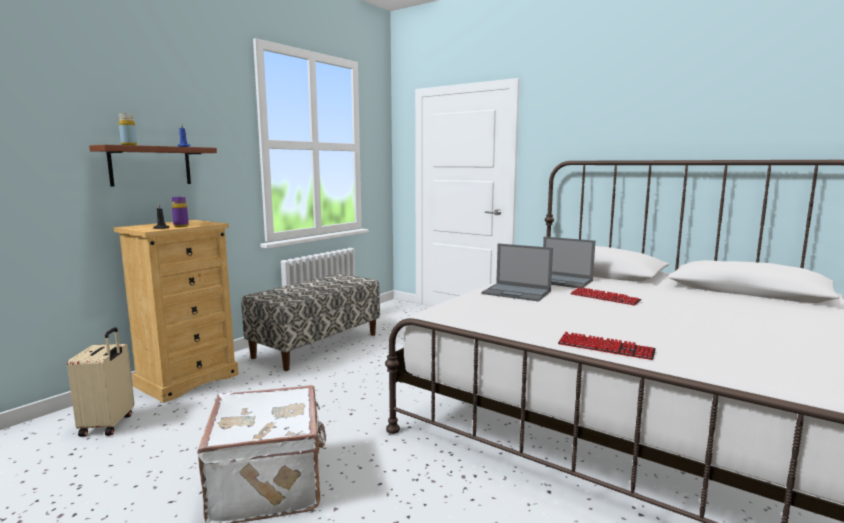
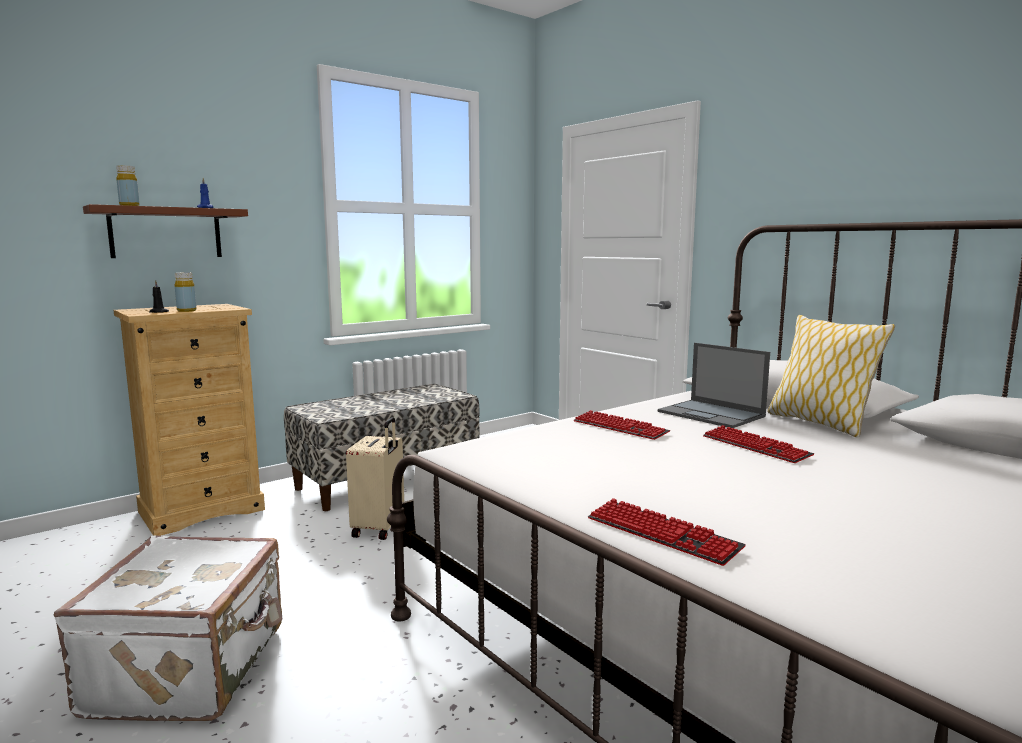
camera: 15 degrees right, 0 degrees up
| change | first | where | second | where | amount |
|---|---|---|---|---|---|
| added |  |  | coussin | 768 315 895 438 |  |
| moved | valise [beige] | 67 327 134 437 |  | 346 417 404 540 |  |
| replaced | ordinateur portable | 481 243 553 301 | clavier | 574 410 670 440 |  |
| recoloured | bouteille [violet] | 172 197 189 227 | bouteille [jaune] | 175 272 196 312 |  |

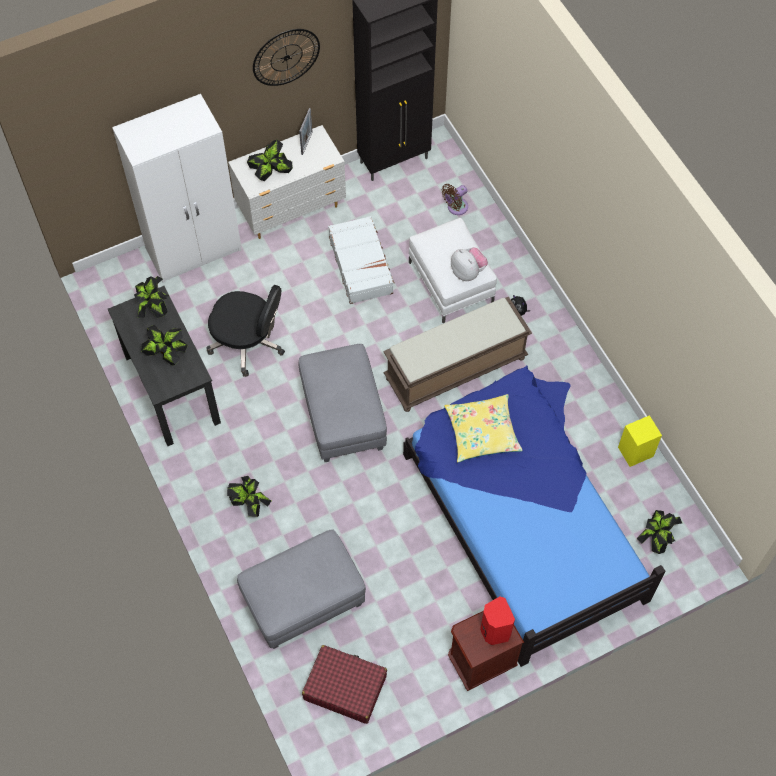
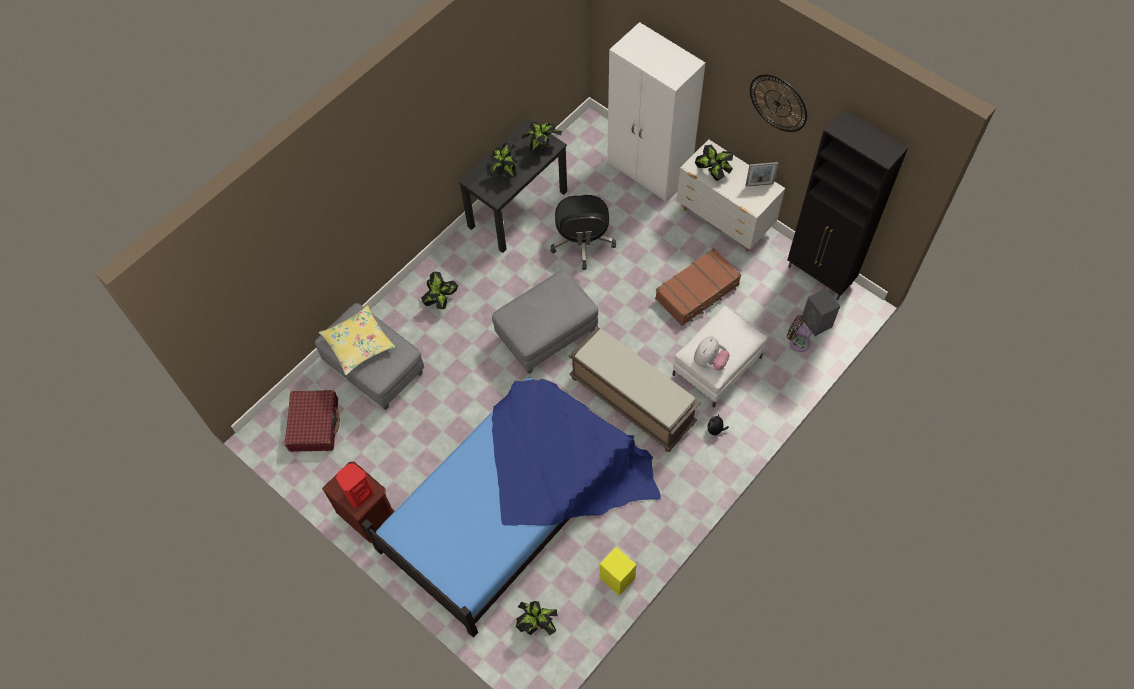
camera: 70 degrees right, 0 degrees up
| change | first | where | second | where | amount |
|---|---|---|---|---|---|
| added |  |  | enceinte [gris] | 802 288 840 336 |  |
| moved | coussin [jaune] | 444 394 523 463 |  | 319 305 395 375 |  |
| recoloured | valise [blanc] | 328 216 394 304 | valise [marron] | 655 248 741 326 |  |

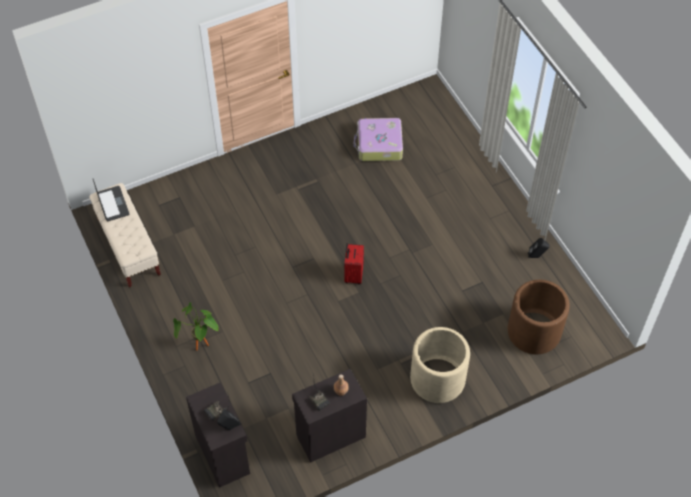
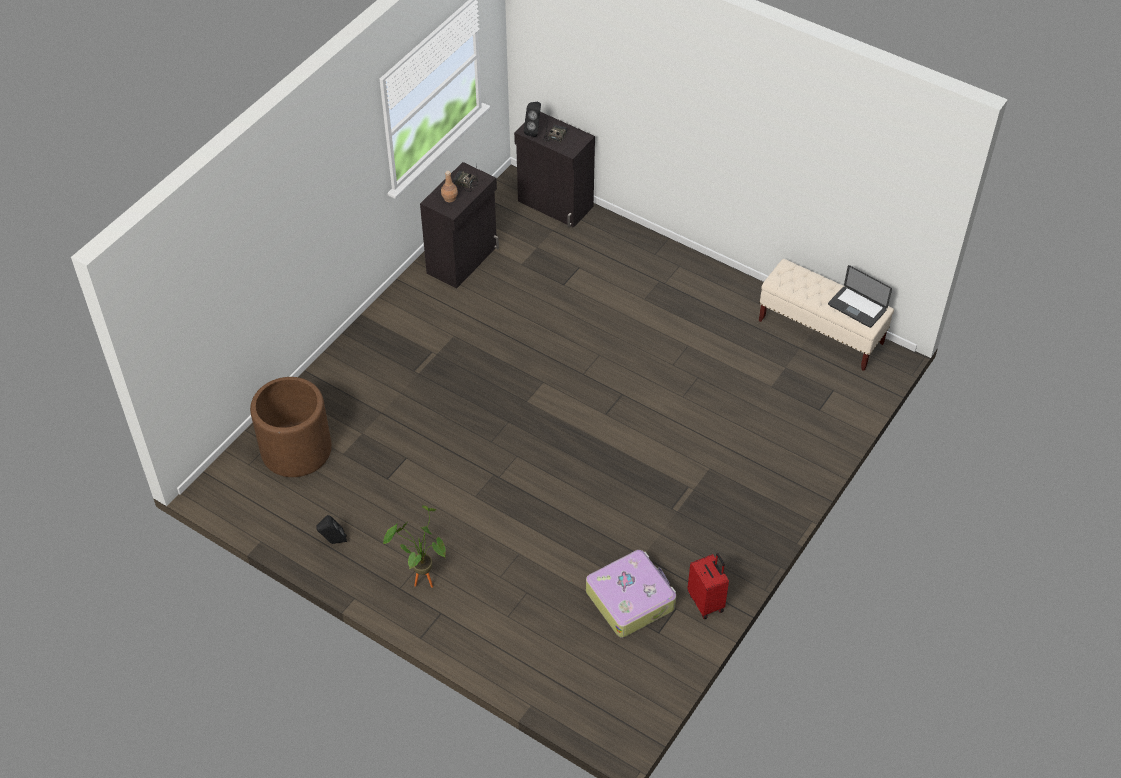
camera: 150 degrees right, 5 degrees down
| change | first | where | second | where | amount |
|---|---|---|---|---|---|
| removed | cache-pot [beige] | 410 327 470 403 |  |  |  |
| moved | plante en pot | 173 302 219 350 |  | 383 505 446 588 |  |
| moved | valise [rouge] | 344 243 364 284 |  | 687 553 729 619 |  |

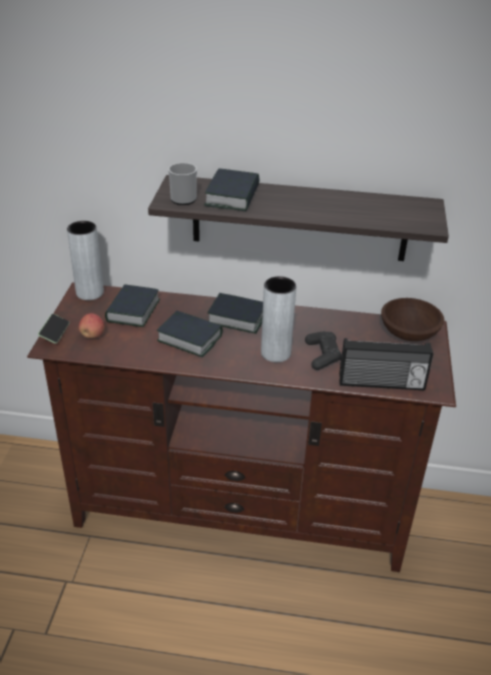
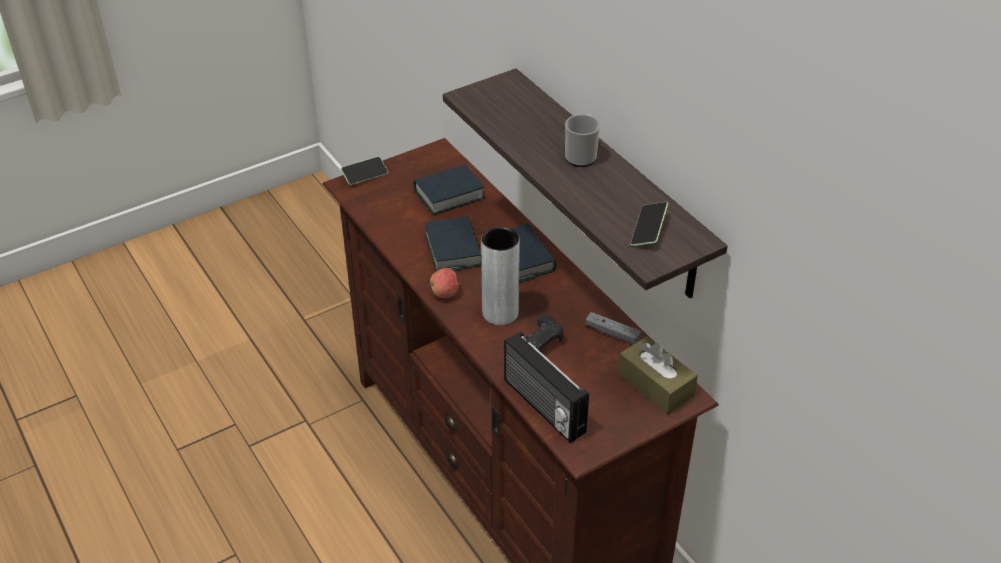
camera: 50 degrees right, 5 degrees up
| change | first | where | second | where | amount |
|---|---|---|---|---|---|
| removed | vase [gris] | 67 221 104 300 |  |  |  |
| removed | livre | 204 168 260 211 |  |  |  |
| added |  |  | manette [gris] | 585 312 641 344 |  |
| added |  |  | téléphone | 630 202 668 246 |  |
| moved | pomme | 79 313 105 338 |  | 430 268 460 298 |  |
| moved | mug | 168 163 197 205 |  | 565 114 600 167 |  |
| replaced | bol [marron] | 381 298 444 341 | boîte à mouchoirs [marron] | 618 336 698 414 |  |

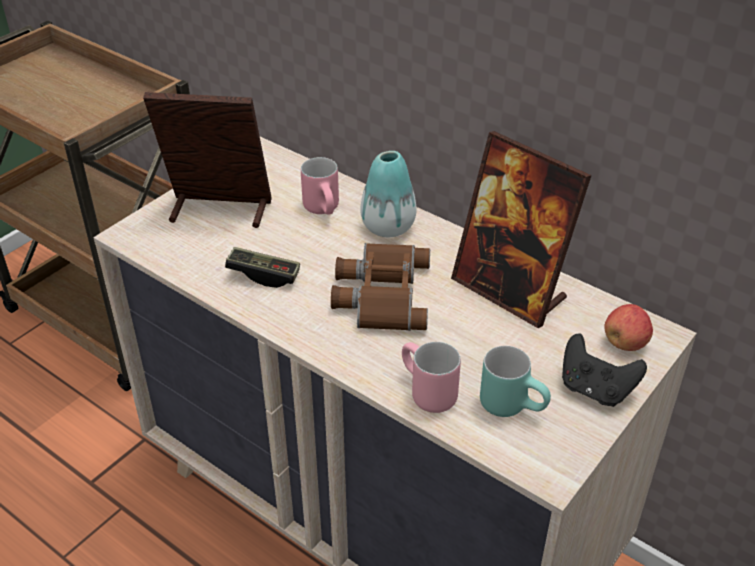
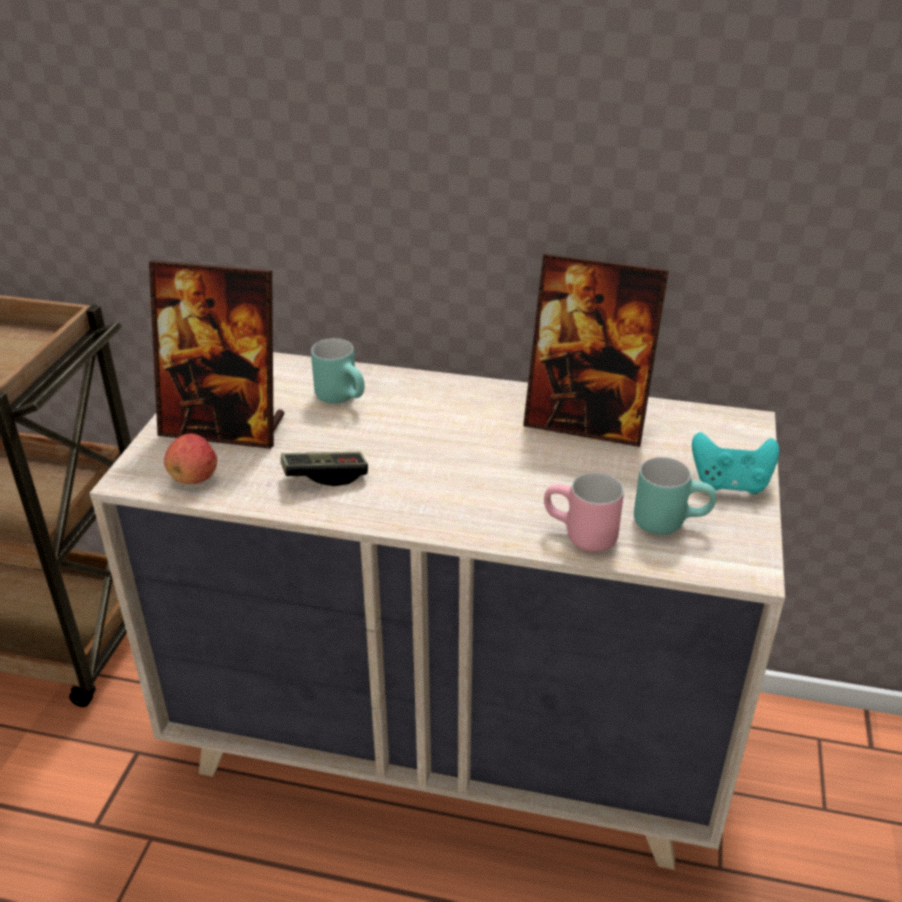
camera: 25 degrees left, 5 degrees down
| change | first | where | second | where | amount |
|---|---|---|---|---|---|
| removed | jumelles [marron] | 331 243 430 331 |  |  |  |
| removed | vase | 360 151 417 237 |  |  |  |
| moved | pomme | 604 304 653 351 |  | 164 434 217 484 |  |
| recoloured | mug [rose] | 301 157 339 214 | mug [turquoise] | 311 338 365 403 |  |
| recoloured | manette [noir] | 562 334 647 407 | manette [turquoise] | 692 432 779 494 |  |
| turned | cadre photo | 143 92 272 228 |  | 149 260 284 449 | 150 degrees counterclockwise |

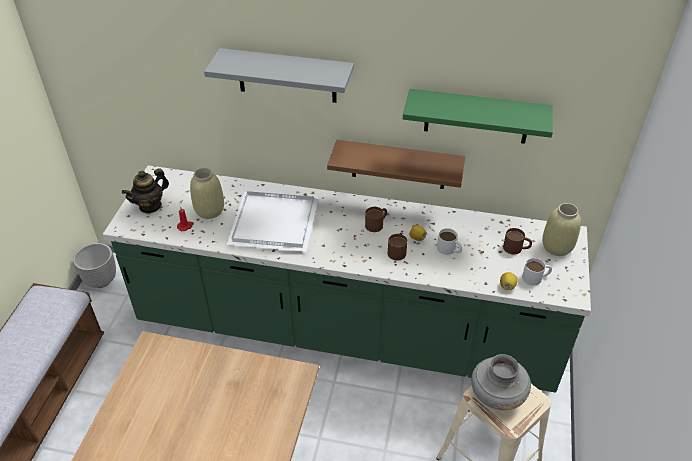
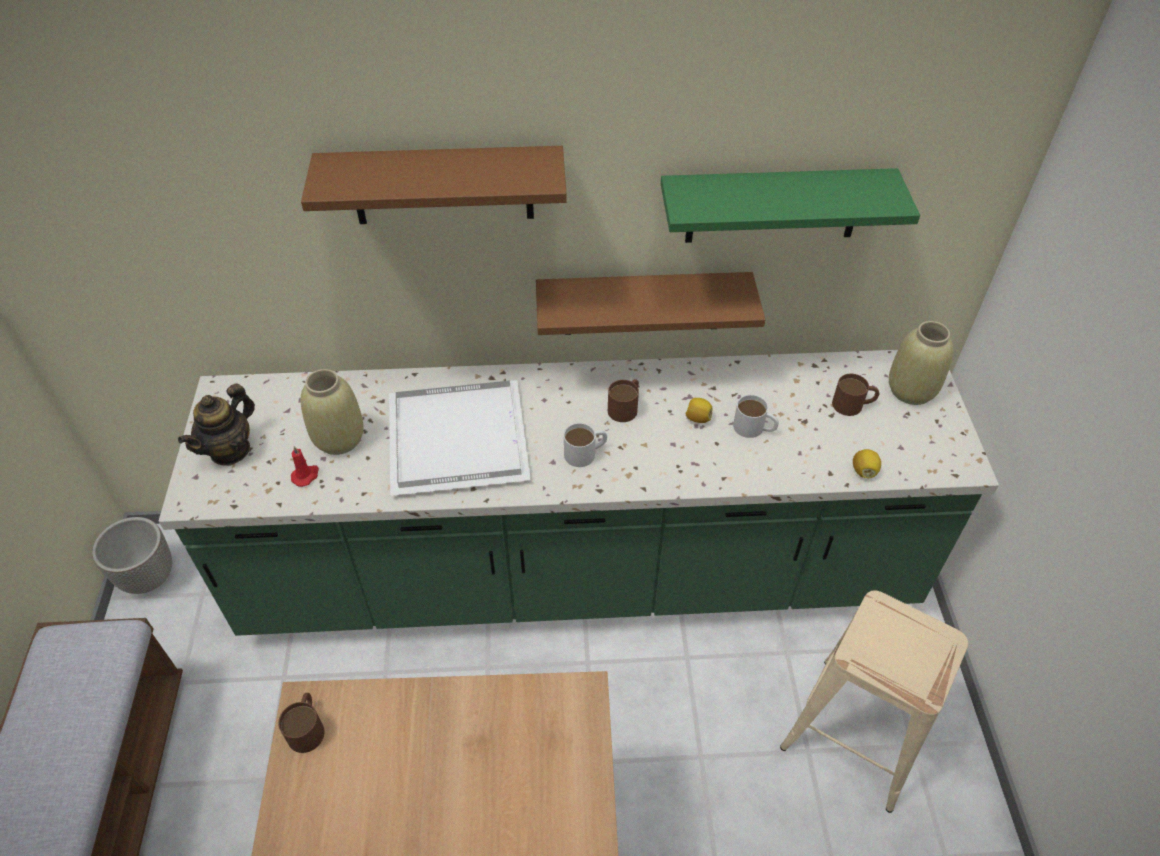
camera: 15 degrees left, 5 degrees up
| change | first | where | second | where | amount |
|---|---|---|---|---|---|
| removed | vase [gris] | 471 354 531 410 |  |  |  |
| moved | mug [marron] | 388 233 407 261 |  | 278 693 324 753 |  |
| moved | mug [blanc] | 522 258 552 286 |  | 564 423 607 467 |  |
| recoloured | étagère [gris] | 204 48 354 103 | étagère [marron] | 301 146 567 224 |  |

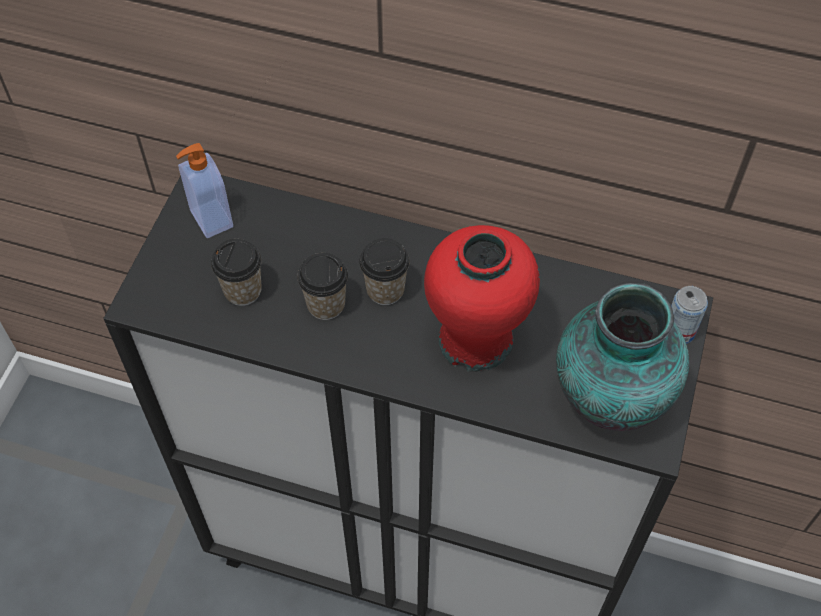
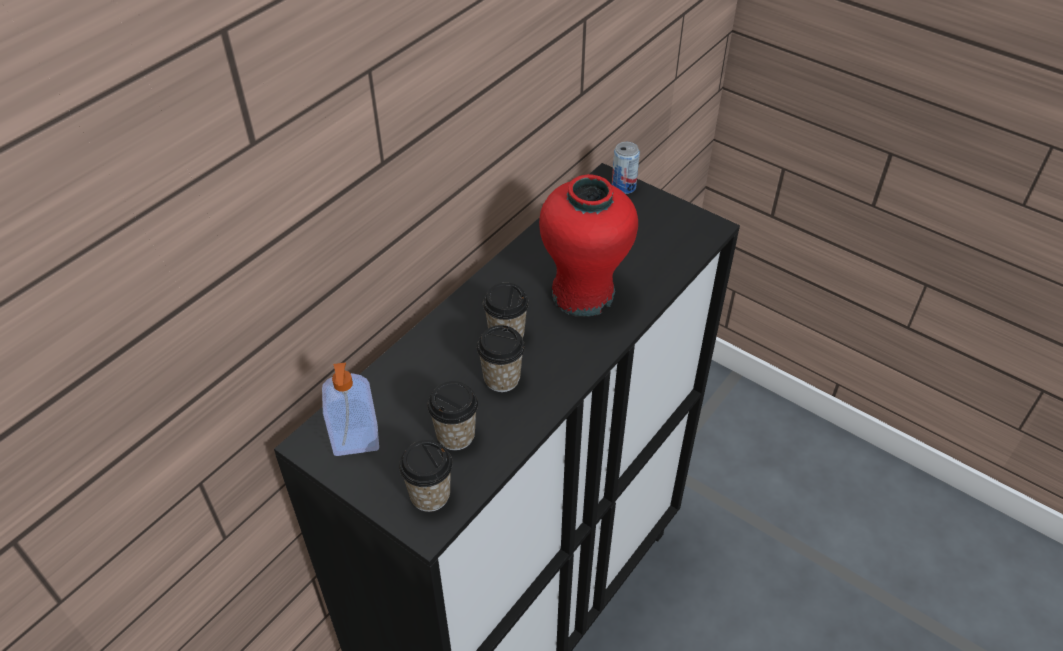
camera: 70 degrees left, 10 degrees down
| change | first | where | second | where | amount |
|---|---|---|---|---|---|
| removed | vase | 556 283 689 431 |  |  |  |
| added |  |  | tasse | 399 440 453 512 |  |

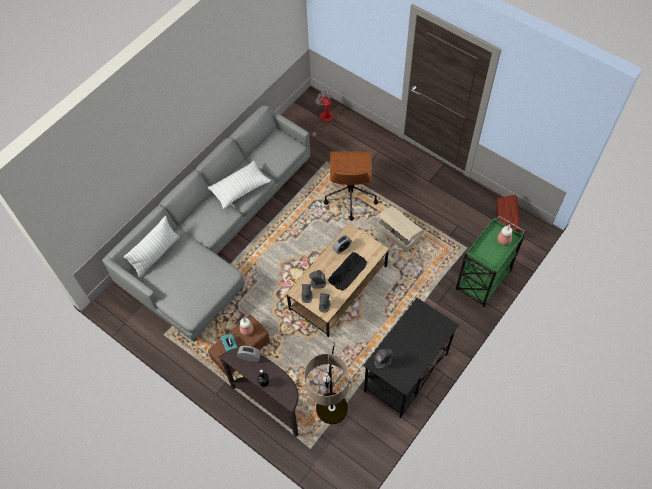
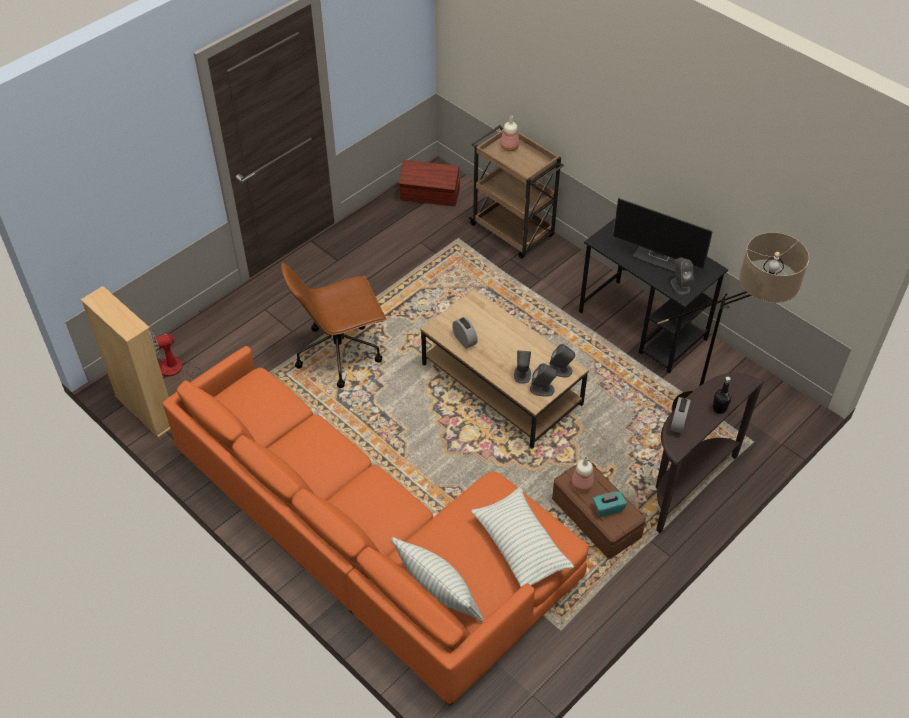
camera: 85 degrees left, 10 degrees down
| change | first | where | second | where | amount |
|---|---|---|---|---|---|
| removed | clavier | 328 252 367 291 |  |  |  |
| removed | boîte de rangement [beige] | 377 206 422 252 |  |  |  |
| added |  |  | bibliothèque [beige] | 81 286 170 438 |  |
| added |  |  | écran d'ordinateur | 613 198 713 272 |  |
| moved | coussin | 208 161 271 209 |  | 471 488 574 587 |  |
| recoloured | canapé [gris] | 102 105 310 342 | canapé [orange] | 162 346 589 707 |  |
| recoloured | chariot [vert] | 456 216 525 307 | chariot [marron] | 469 125 564 258 |  |
| turned | chaise de bureau [marron] | 324 151 378 221 |  | 281 262 386 388 | 150 degrees clockwise |

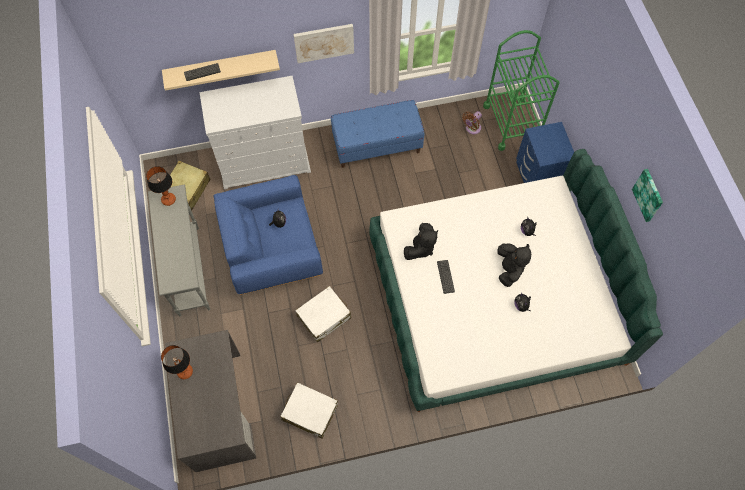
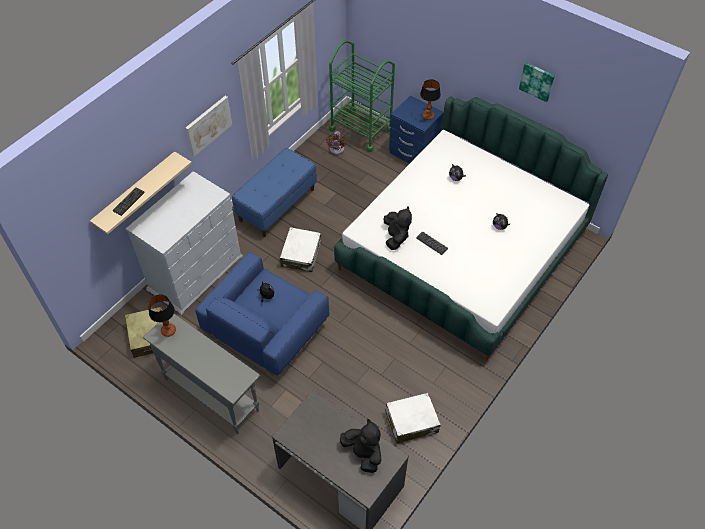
camera: 40 degrees left, 10 degrees down
| change | first | where | second | where | amount |
|---|---|---|---|---|---|
| moved | lampe de table | 161 345 193 379 |  | 420 79 441 120 |  |
| moved | valise [blanc] | 295 286 351 342 |  | 280 227 321 272 |  |
| moved | peluche [noir] | 497 243 531 287 |  | 340 419 381 473 |  |

